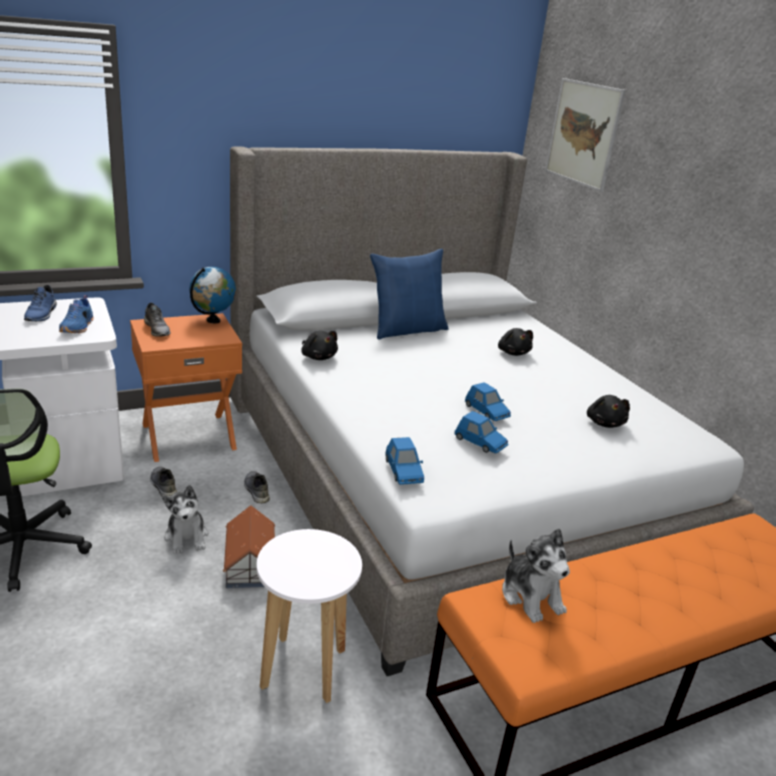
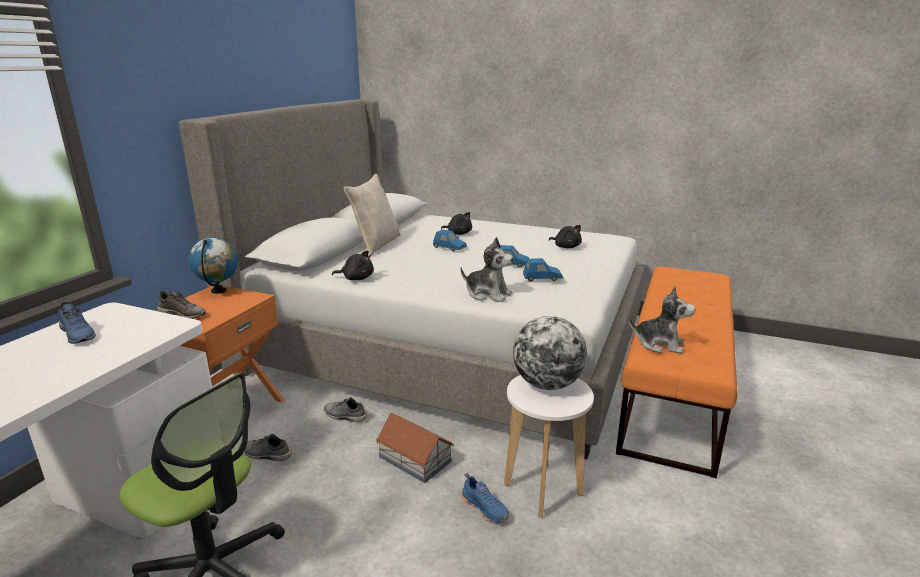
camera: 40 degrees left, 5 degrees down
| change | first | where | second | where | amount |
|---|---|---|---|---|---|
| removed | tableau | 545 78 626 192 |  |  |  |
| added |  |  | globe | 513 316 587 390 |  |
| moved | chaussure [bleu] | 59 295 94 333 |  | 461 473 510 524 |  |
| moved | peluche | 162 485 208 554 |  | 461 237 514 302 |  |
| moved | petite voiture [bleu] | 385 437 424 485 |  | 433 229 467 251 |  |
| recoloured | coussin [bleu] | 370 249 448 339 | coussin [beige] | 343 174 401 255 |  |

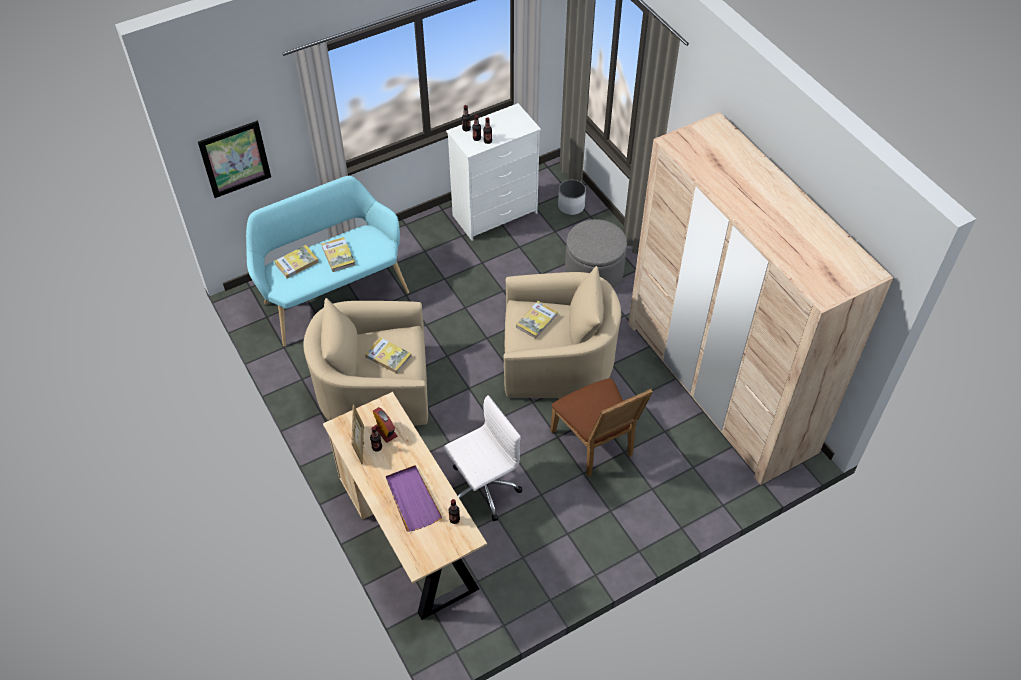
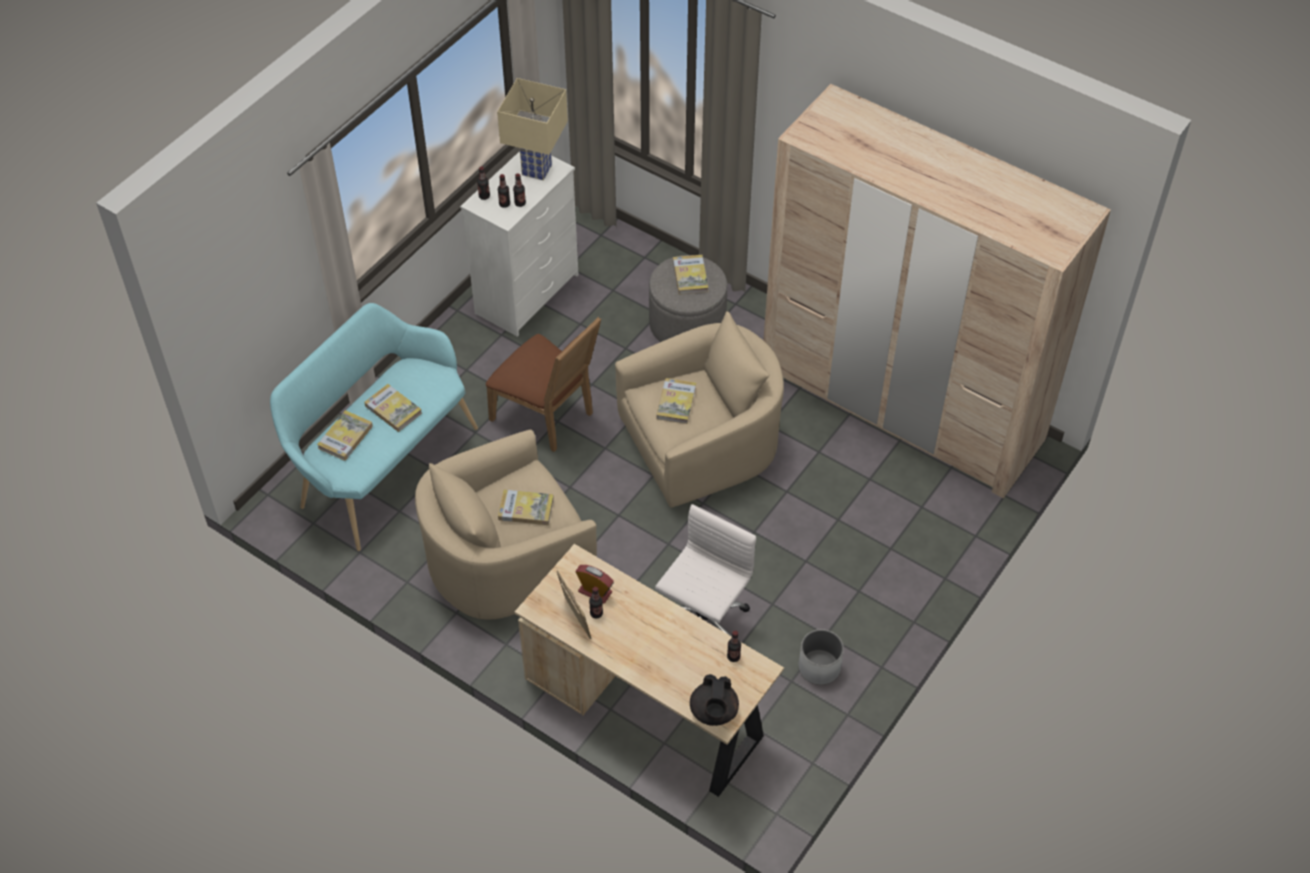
camera: 25 degrees left, 0 degrees up
| change | first | where | second | where | amount |
|---|---|---|---|---|---|
| removed | tableau | 198 121 271 198 |  |  |  |
| removed | plateau [violet] | 386 465 442 532 |  |  |  |
| added |  |  | lampe de table [beige] | 497 78 568 180 |  |
| added |  |  | livre | 673 255 709 295 |  |
| added |  |  | théière [noir] | 690 674 739 726 |  |
| moved | chaise [marron] | 550 378 653 477 |  | 486 317 601 452 |  |
| moved | cache-pot [blanc] | 558 180 586 215 |  | 798 629 844 685 |  |

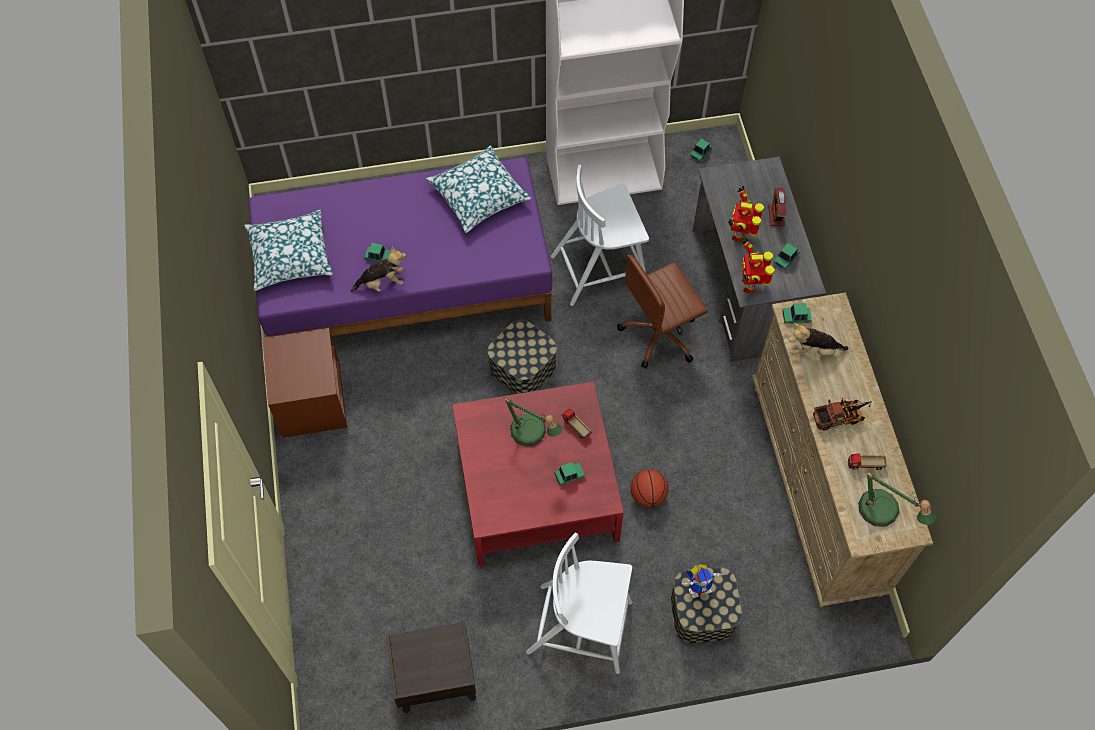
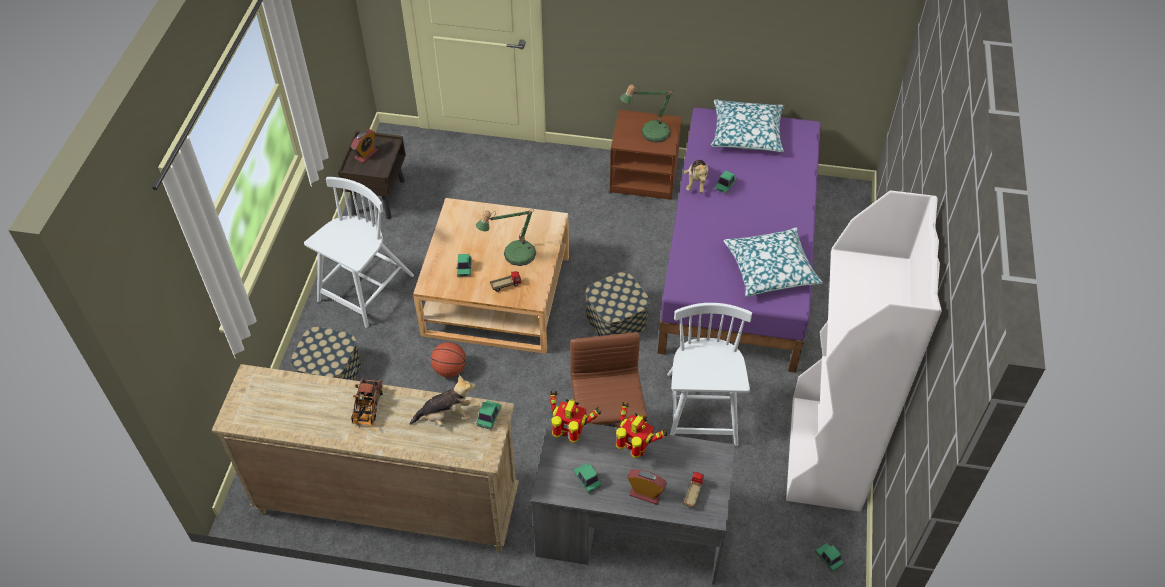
camera: 110 degrees right, 10 degrees down
| change | first | where | second | where | amount |
|---|---|---|---|---|---|
| removed | robot jouet | 682 563 727 598 |  |  |  |
| added |  |  | réveil | 351 129 378 163 |  |
| moved | camion jouet | 848 453 887 470 |  | 684 472 704 508 |  |
| moved | lampe de table | 858 471 936 527 |  | 620 84 674 143 |  |
| recoloured | table basse [rouge] | 452 382 624 566 | table basse [beige] | 413 198 569 354 |  |
| turned | peluche | 788 323 849 356 |  | 410 375 476 426 | 60 degrees clockwise |

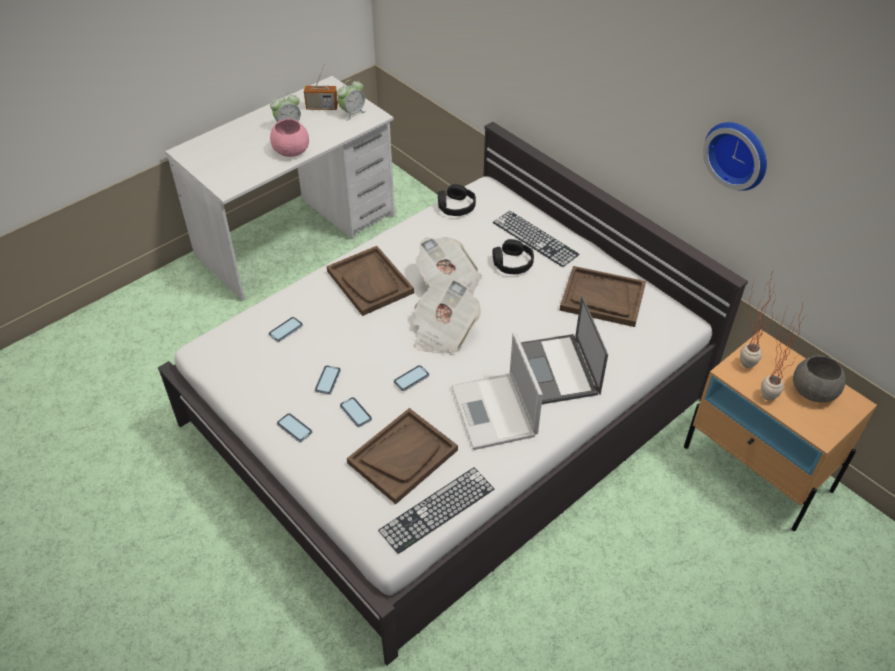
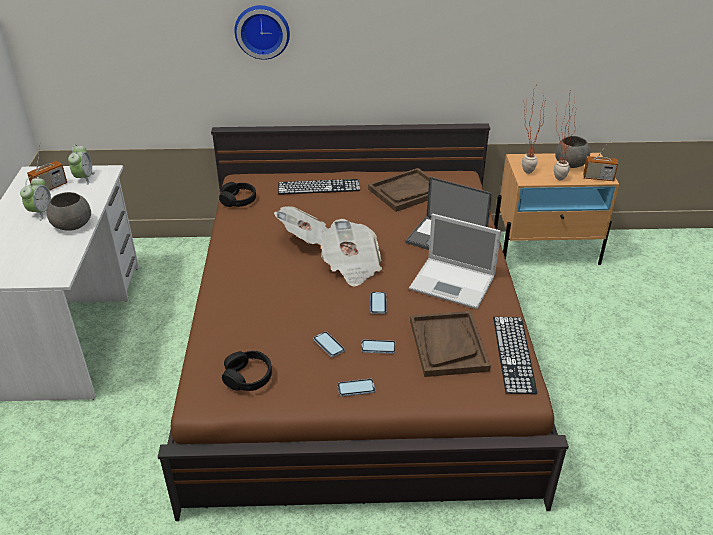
camera: 50 degrees left, 10 degrees down
| change | first | where | second | where | amount |
|---|---|---|---|---|---|
| removed | téléphone | 269 317 303 342 |  |  |  |
| removed | plateau [marron] | 327 246 414 316 |  |  |  |
| added |  |  | radio | 583 139 618 181 |  |
| moved | casque audio [noir] | 493 239 534 274 |  | 222 351 272 391 |  |
| moved | horloge murale | 703 122 767 191 |  | 234 5 290 60 |  |
| recoloured | lit [blanc] | 158 122 748 665 | lit [marron] | 158 123 569 521 |  |
| recoloured | bol [rose] | 270 119 309 157 | bol [gris] | 46 192 91 231 |  |

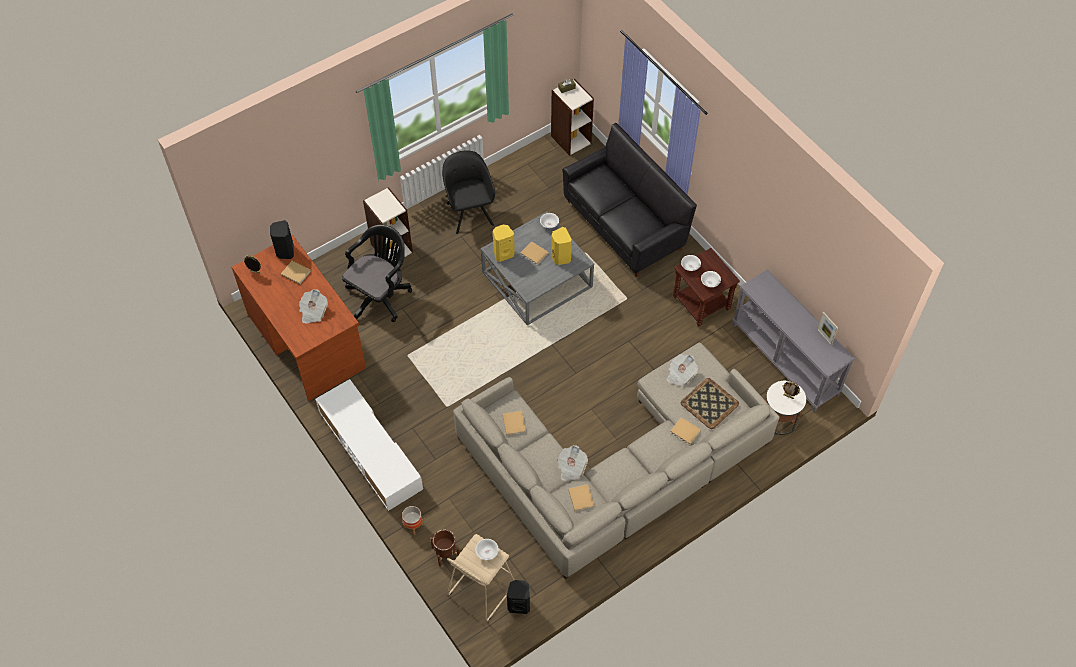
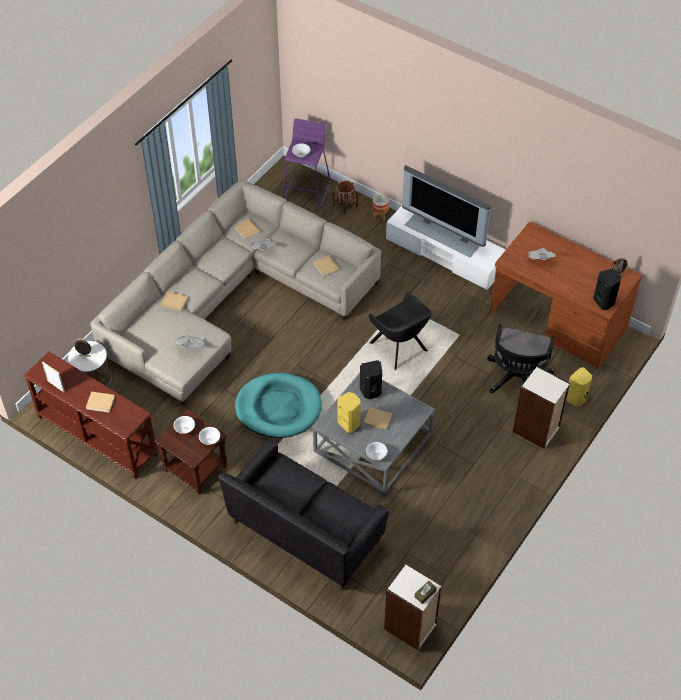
camera: 160 degrees right, 5 degrees down
| change | first | where | second | where | amount |
|---|---|---|---|---|---|
| removed | plateau | 681 378 739 429 |  |  |  |
| added |  |  | panier pour chien [turquoise] | 235 373 322 438 |  |
| added |  |  | téléviseur | 402 165 491 258 |  |
| moved | livre [beige] | 281 261 311 285 |  | 86 392 115 413 |  |
| moved | fauteuil [noir] | 442 150 495 234 |  | 369 292 432 370 |  |
| moved | enceinte [jaune] | 493 225 515 262 |  | 566 367 592 406 |  |
| moved | enceinte [noir] | 507 580 530 614 |  | 360 360 382 399 |  |
| recoloured | tabouret [beige] | 447 534 514 621 | tabouret [violet] | 283 119 330 208 |  |
| recoloured | table console [gris] | 733 269 855 412 | table console [marron] | 23 352 158 479 |  |

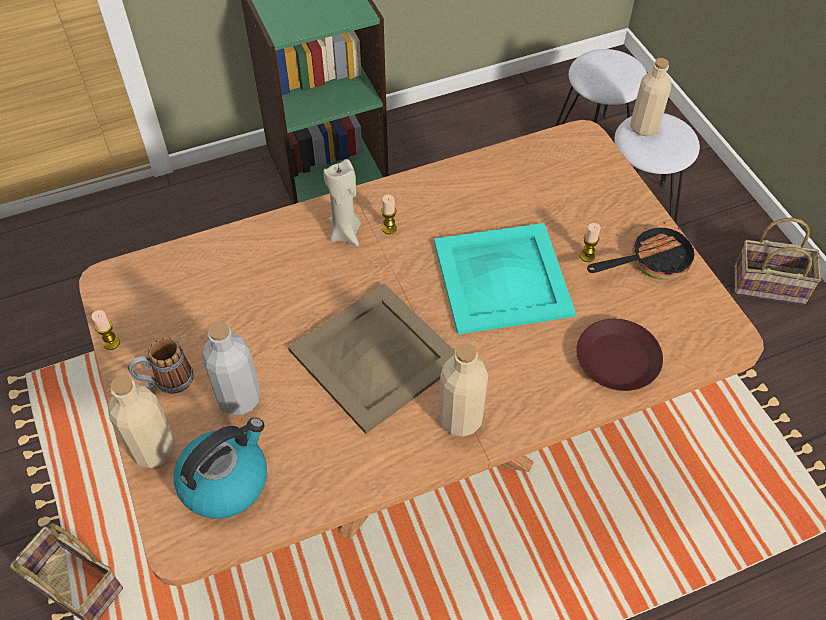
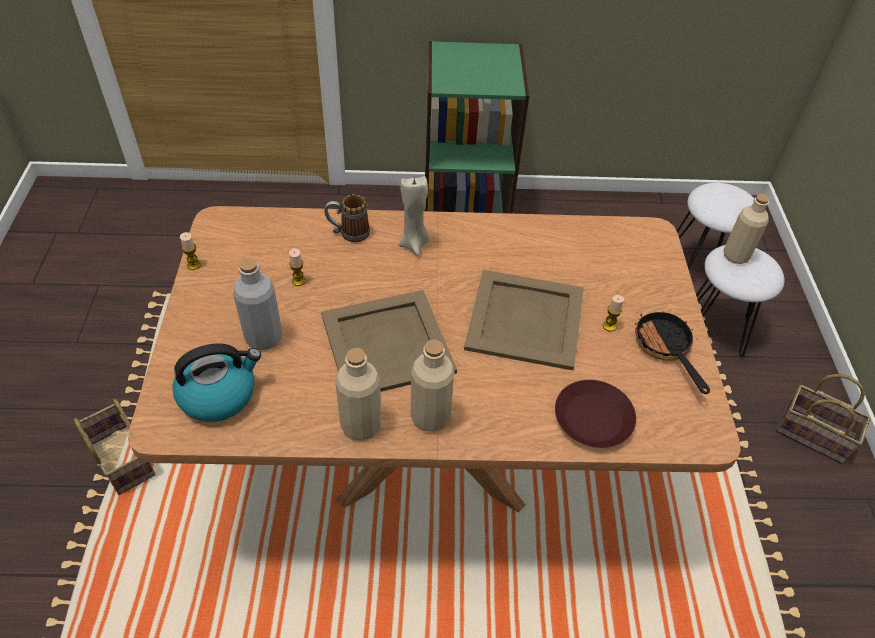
camera: 20 degrees right, 5 degrees down
| change | first | where | second | where | amount |
|---|---|---|---|---|---|
| moved | bouteille [beige] | 108 375 176 468 |  | 335 348 382 441 |  |
| moved | mug | 128 337 194 394 |  | 325 194 370 242 |  |
| moved | bougie | 381 194 397 234 |  | 289 248 306 286 |  |
| recoloured | plateau [turquoise] | 434 223 576 335 | plateau [beige] | 464 270 584 370 |  |
| turned | poêle | 587 222 695 280 |  | 635 307 710 394 | 105 degrees counterclockwise |

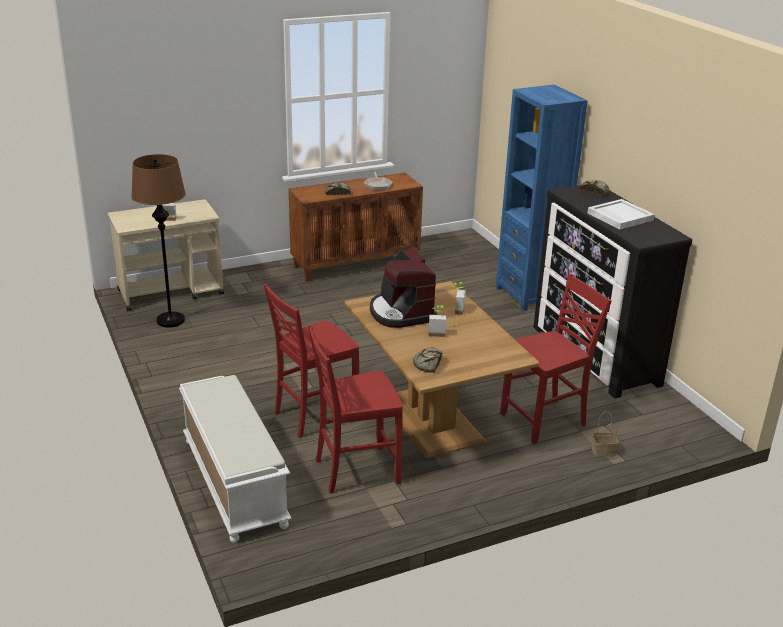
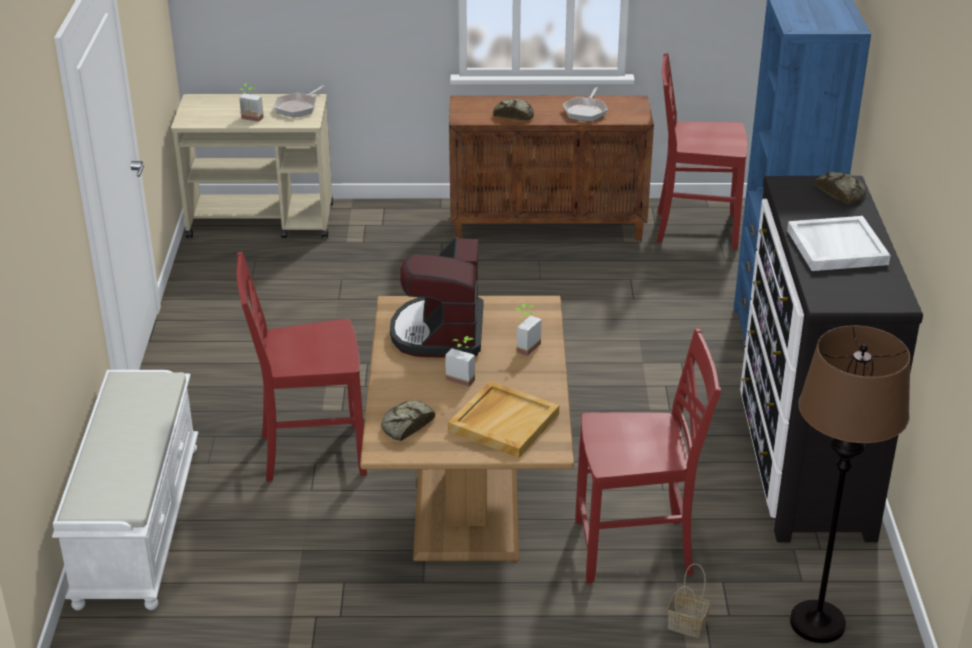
camera: 25 degrees right, 5 degrees up
| change | first | where | second | where | amount |
|---|---|---|---|---|---|
| added |  |  | poêle | 274 85 325 117 |  |
| added |  |  | plateau [beige] | 448 381 559 458 |  |
| moved | lampadaire [marron] | 131 154 186 328 |  | 790 325 910 643 |  |
| moved | chaise [rouge] | 308 324 403 494 |  | 657 53 747 249 |  |

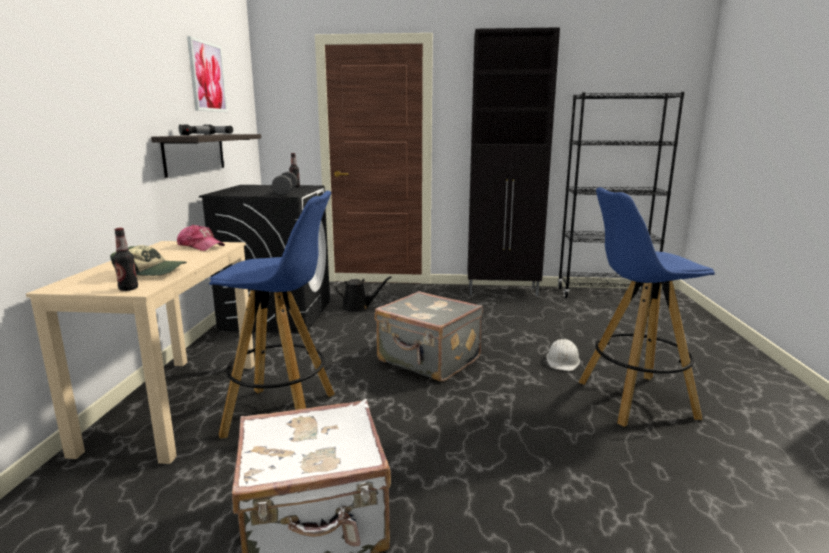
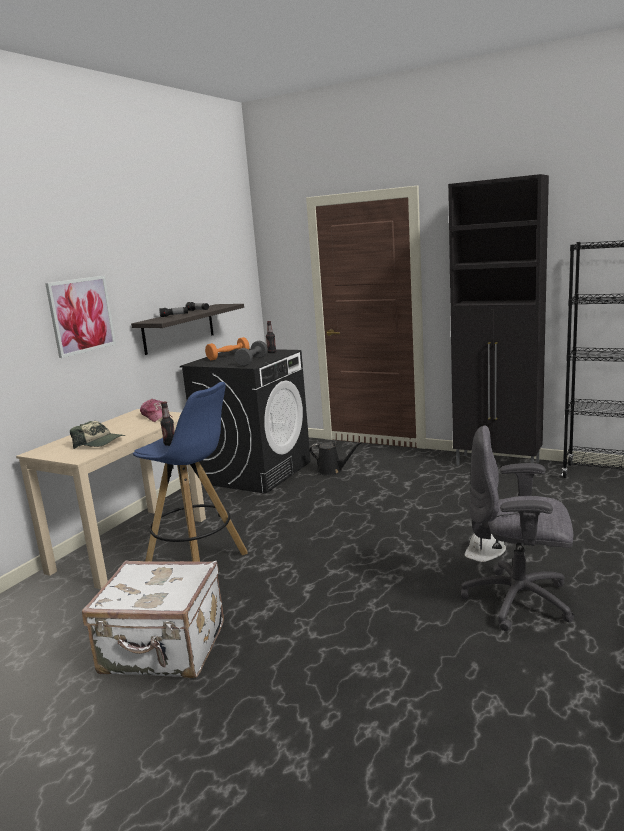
camera: 25 degrees right, 0 degrees up
| change | first | where | second | where | amount |
|---|---|---|---|---|---|
| removed | valise [gris] | 375 291 483 382 |  |  |  |
| added |  |  | haltère [orange] | 205 337 249 360 |  |
| moved | bouteille | 113 228 138 291 |  | 160 402 175 446 |  |
| moved | tableau | 187 36 228 112 |  | 45 276 116 358 |  |
| replaced | tabouret [bleu] | 579 187 715 427 | chaise de bureau [gris] | 461 425 575 631 |  |

